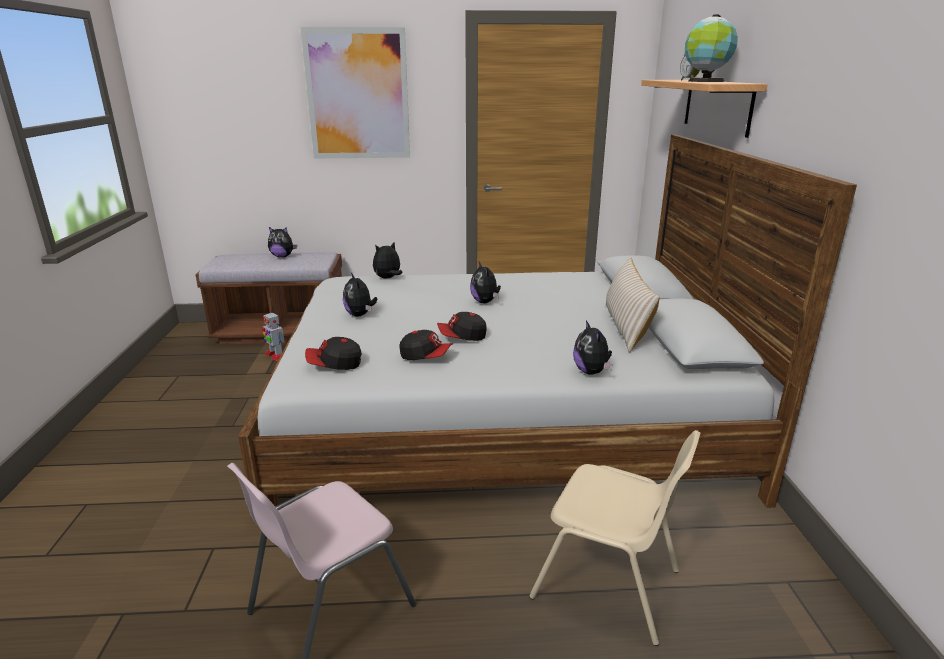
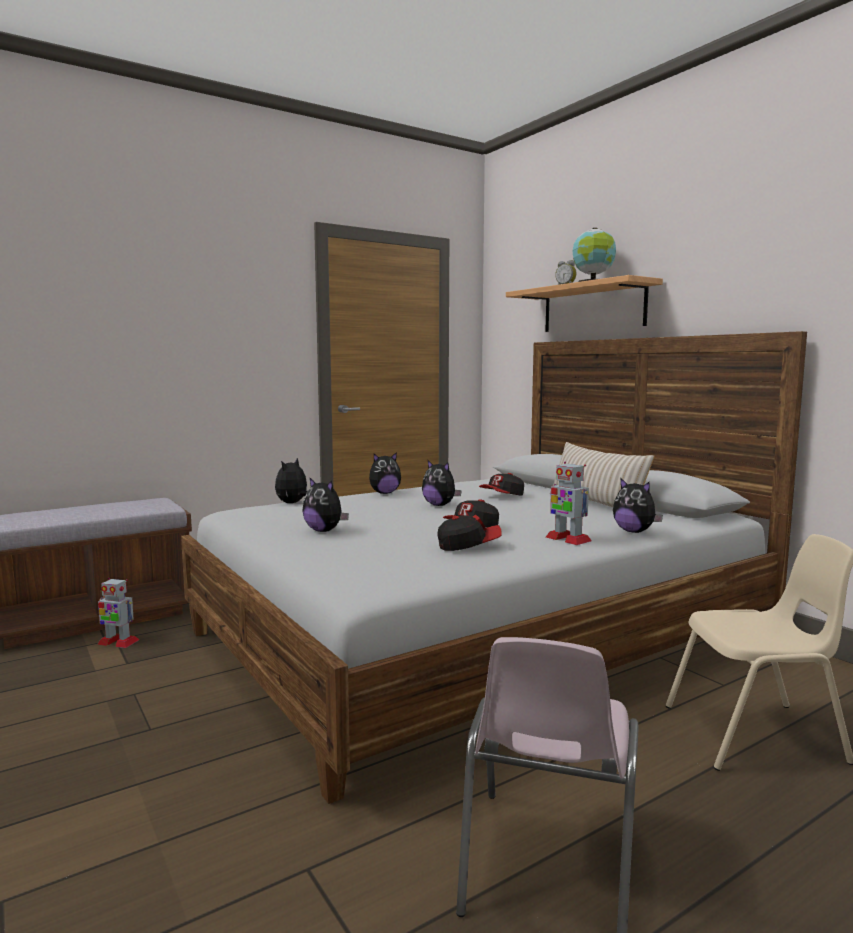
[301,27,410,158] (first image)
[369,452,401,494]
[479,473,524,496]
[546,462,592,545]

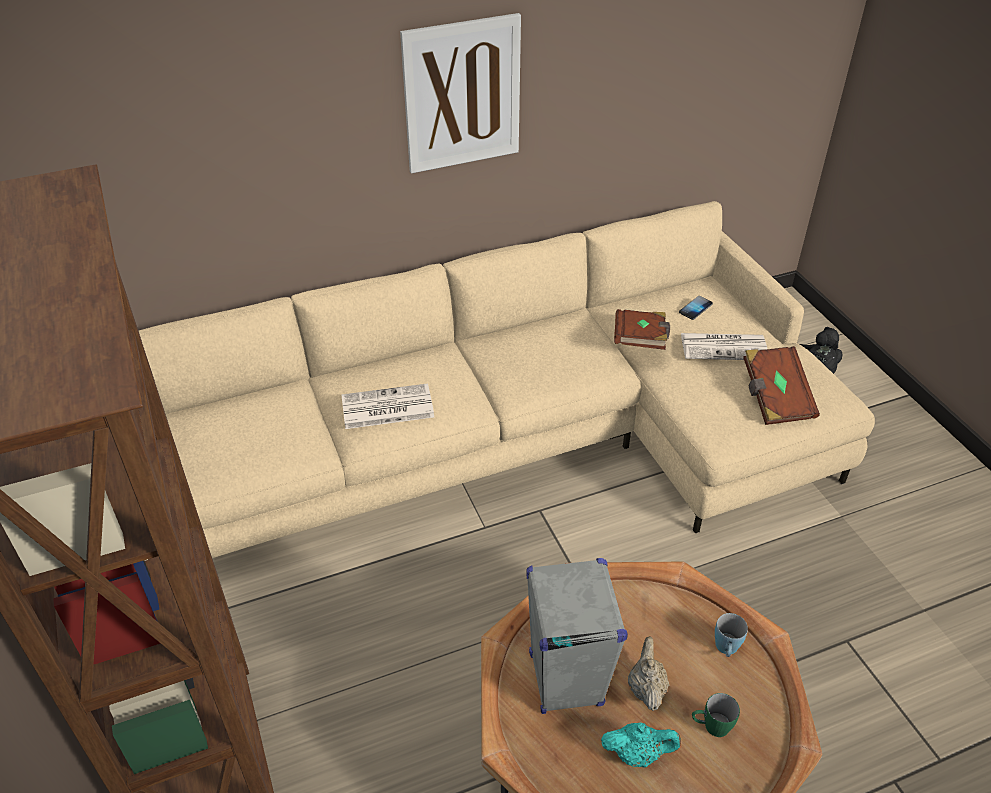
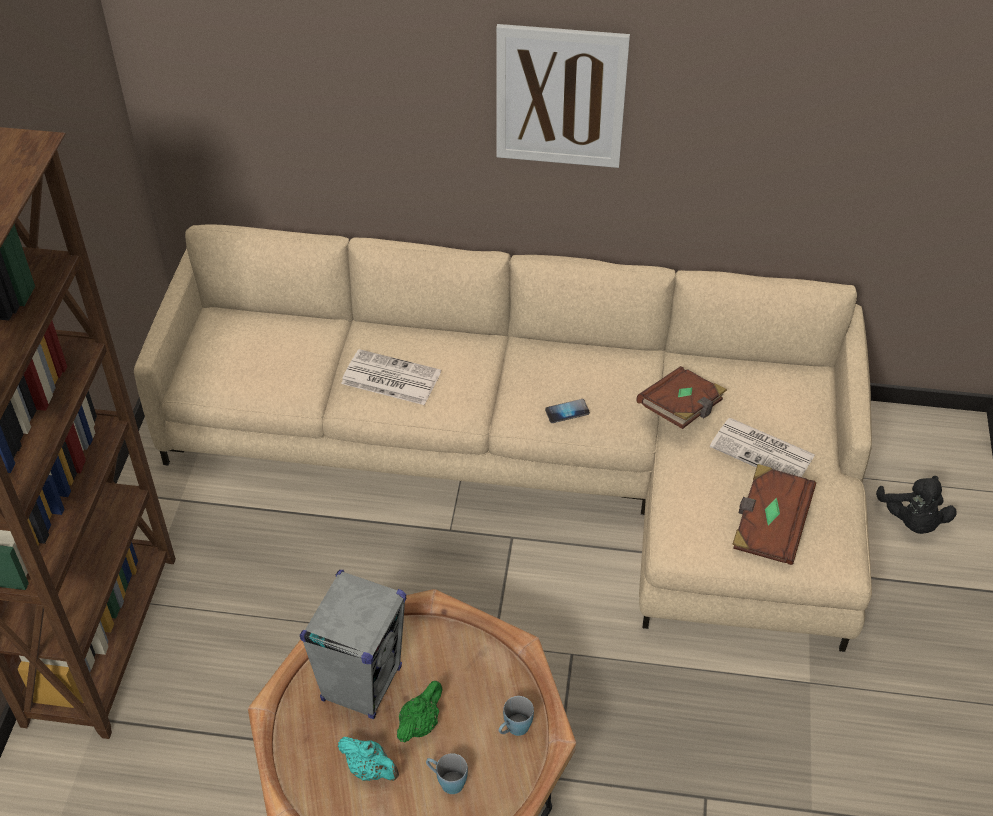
[545,399,590,423]
[397,681,442,742]
[426,753,468,794]

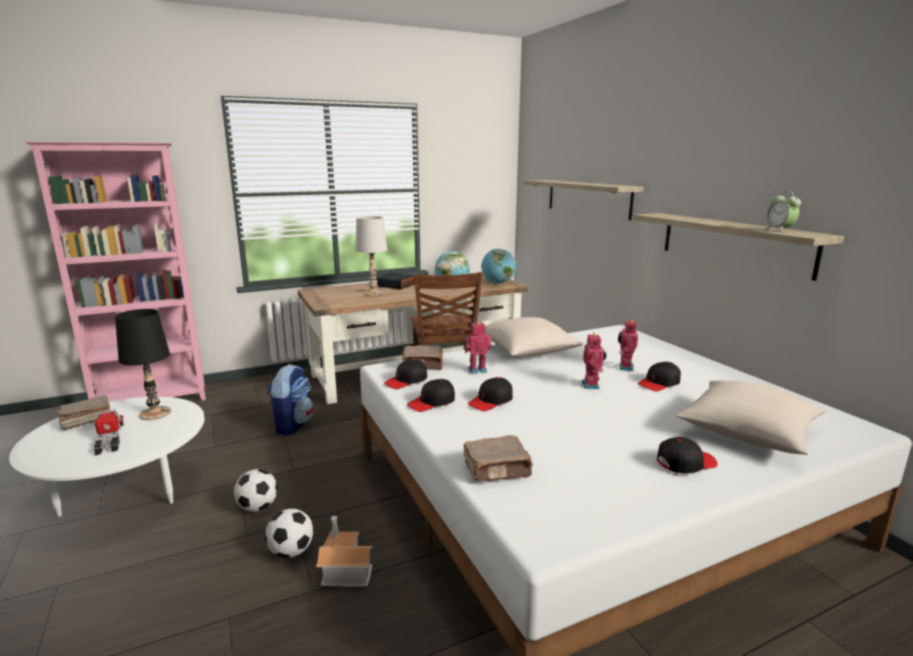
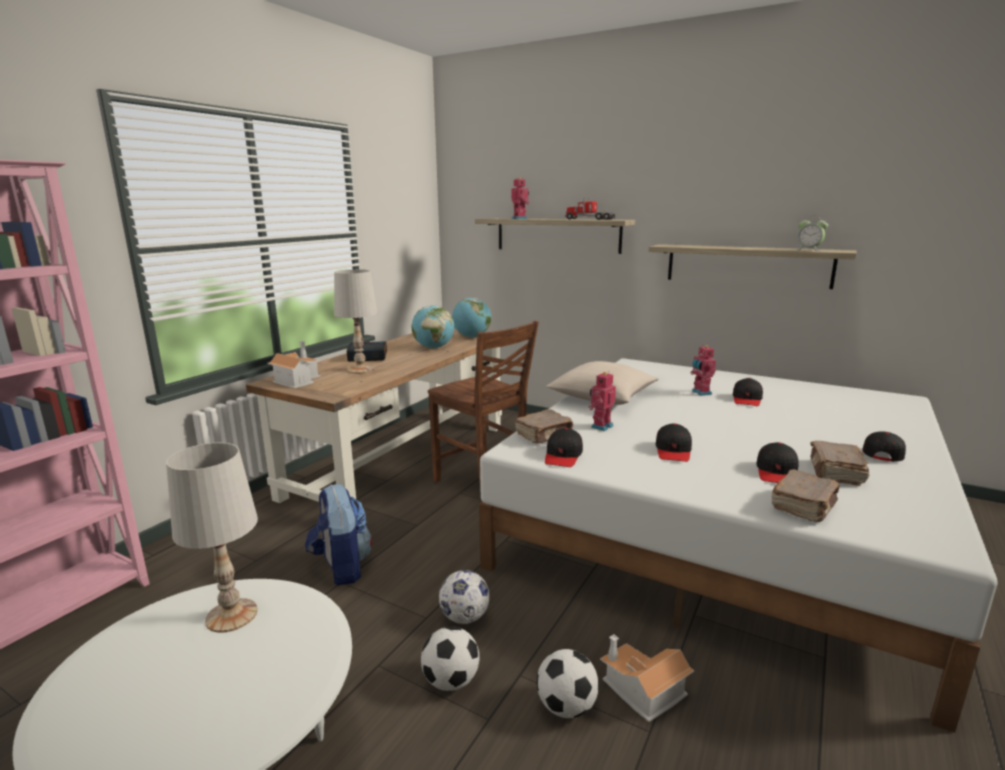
[166,443,258,633]
[511,177,530,219]
[756,442,799,483]
[676,380,826,455] (first image)
[810,441,870,486]
[565,198,615,220]
[267,341,321,388]
[439,570,489,624]

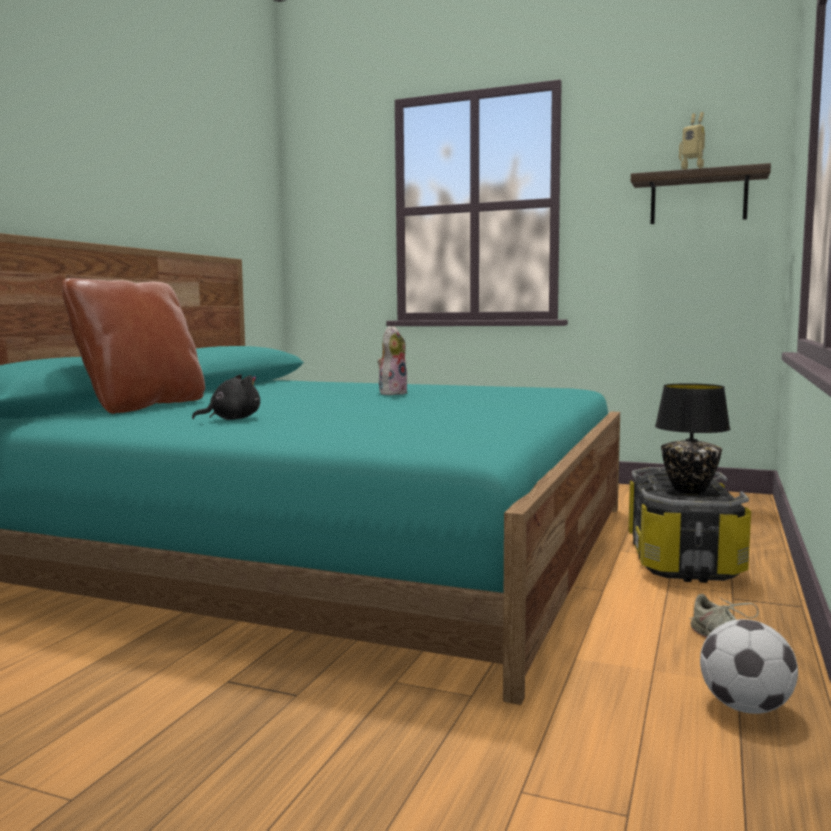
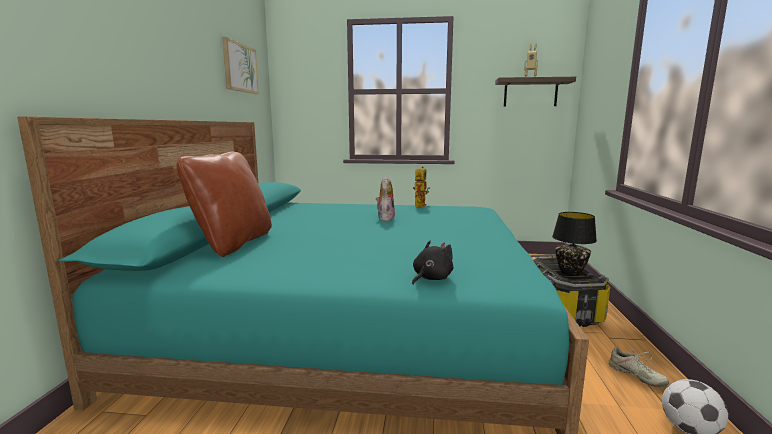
[412,241,454,285]
[222,37,259,94]
[413,166,430,207]

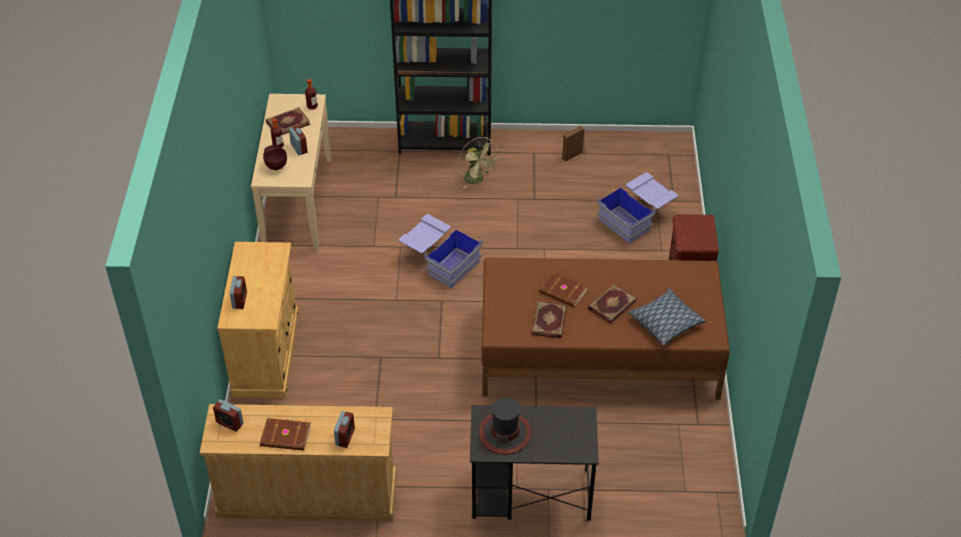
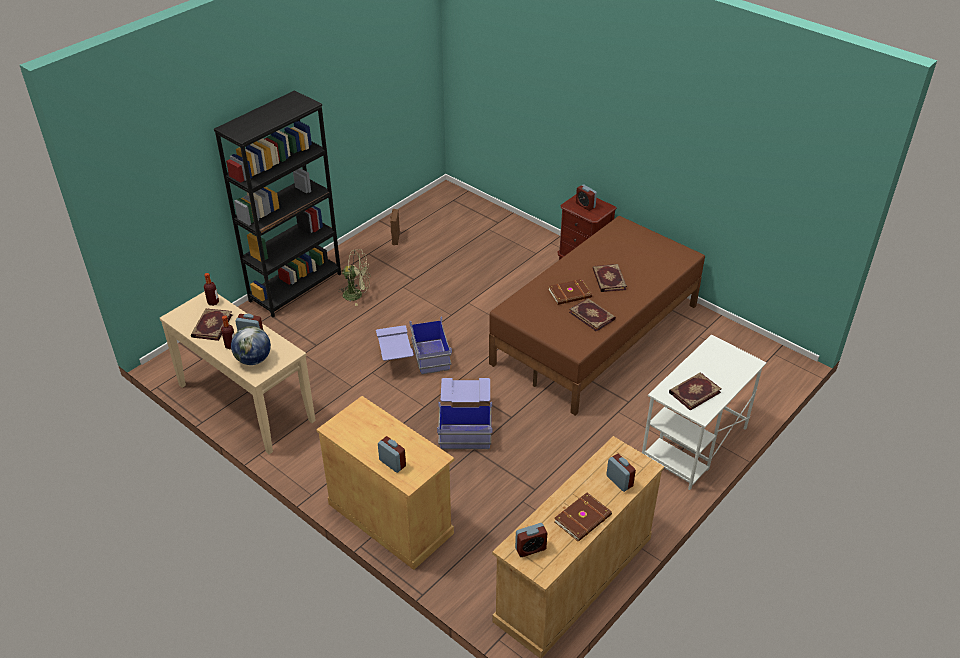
[231,326,271,365]
[437,378,492,449]
[628,288,706,346] (first image)
[669,372,722,411]
[642,335,767,490]
[576,184,597,211]

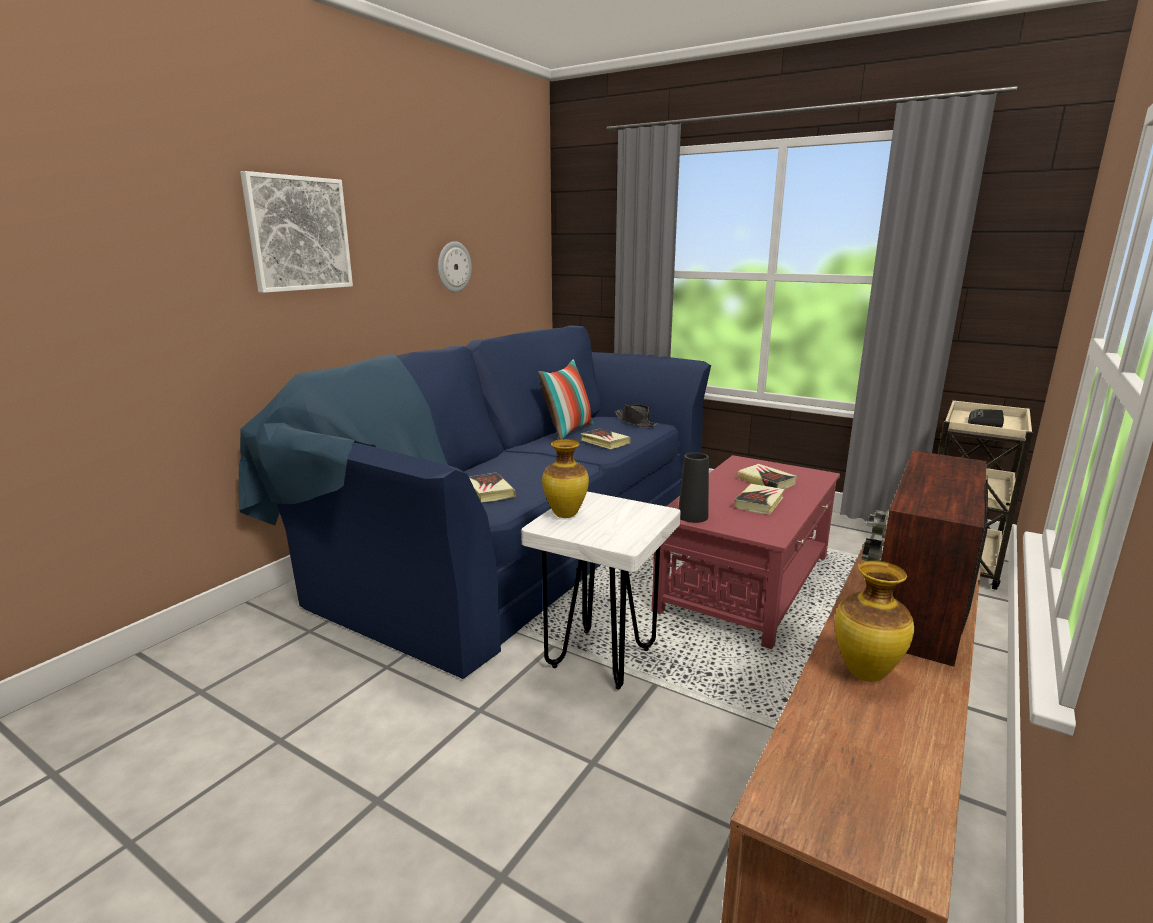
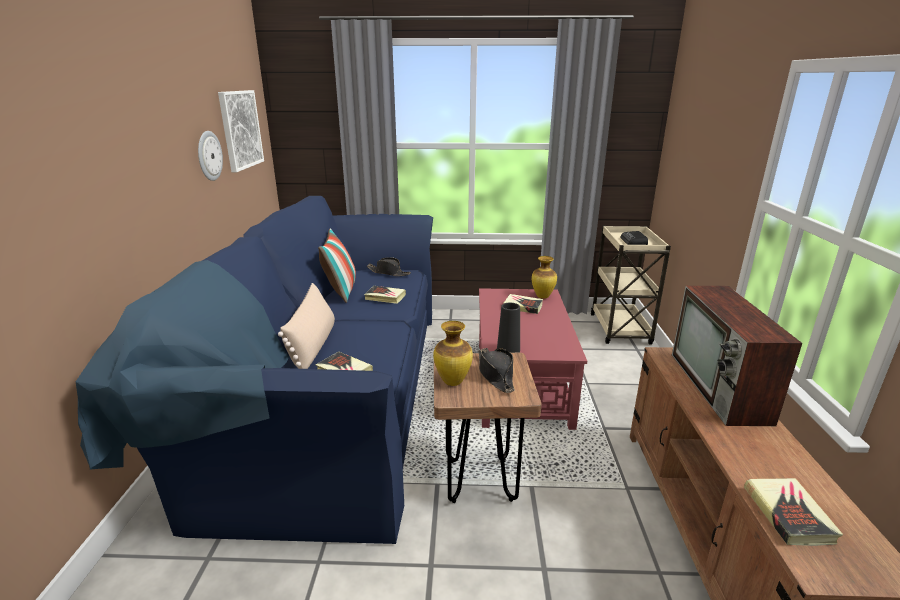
[218,90,264,172]
[744,478,843,546]
[434,353,542,503]
[531,256,557,299]
[278,283,335,369]
[478,348,515,393]

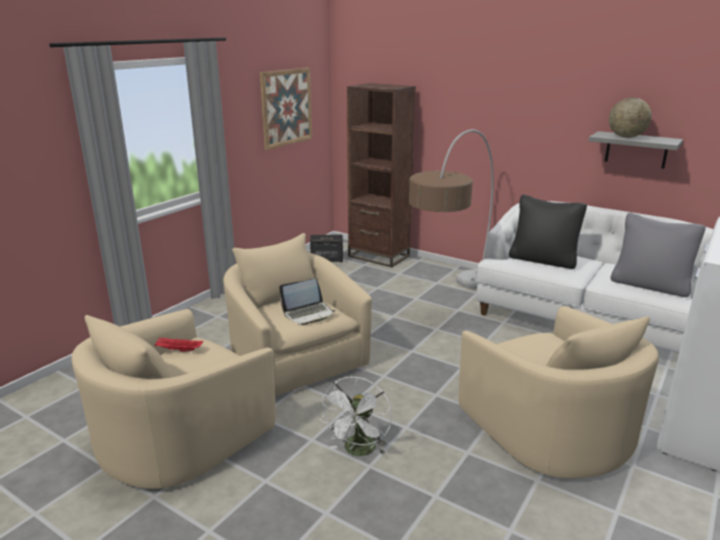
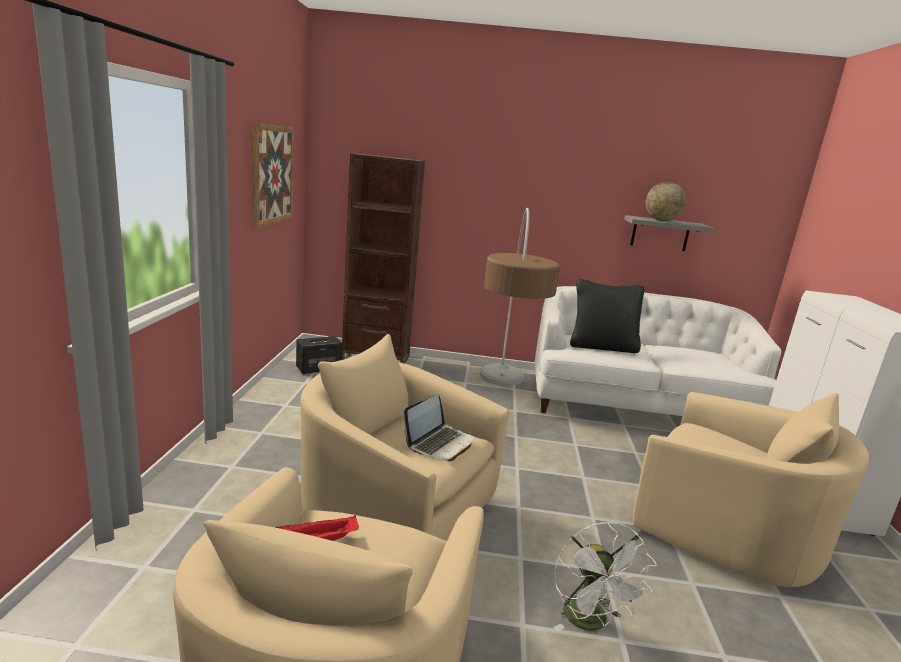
[611,213,706,297] (first image)

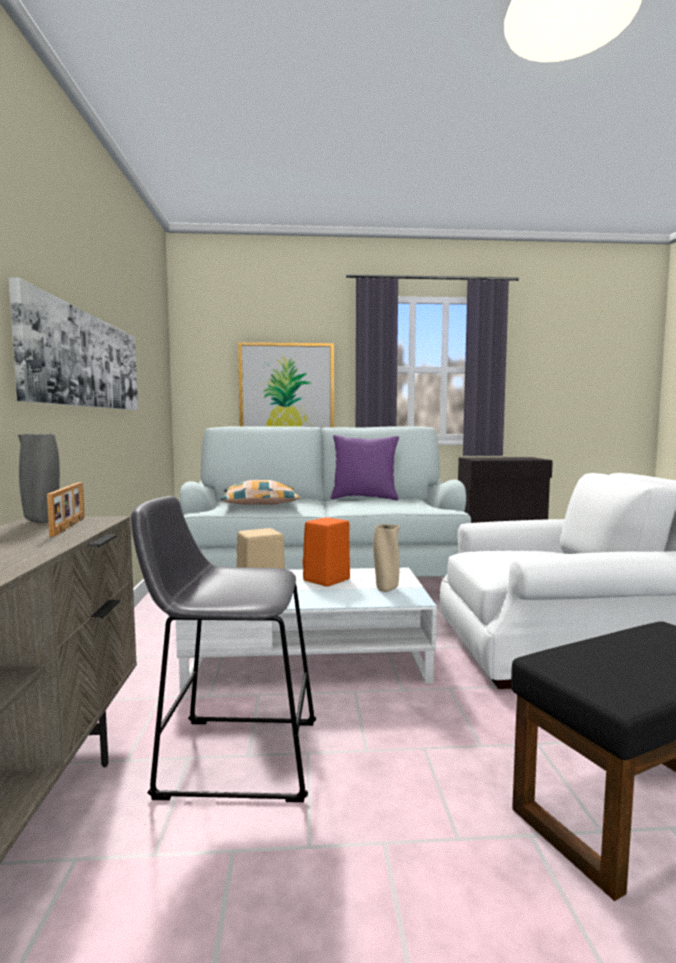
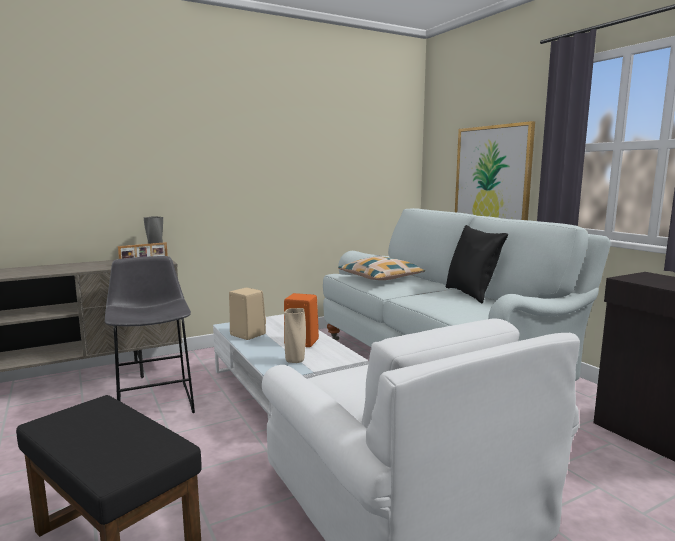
[9,277,138,410] (first image)
[446,225,508,303]

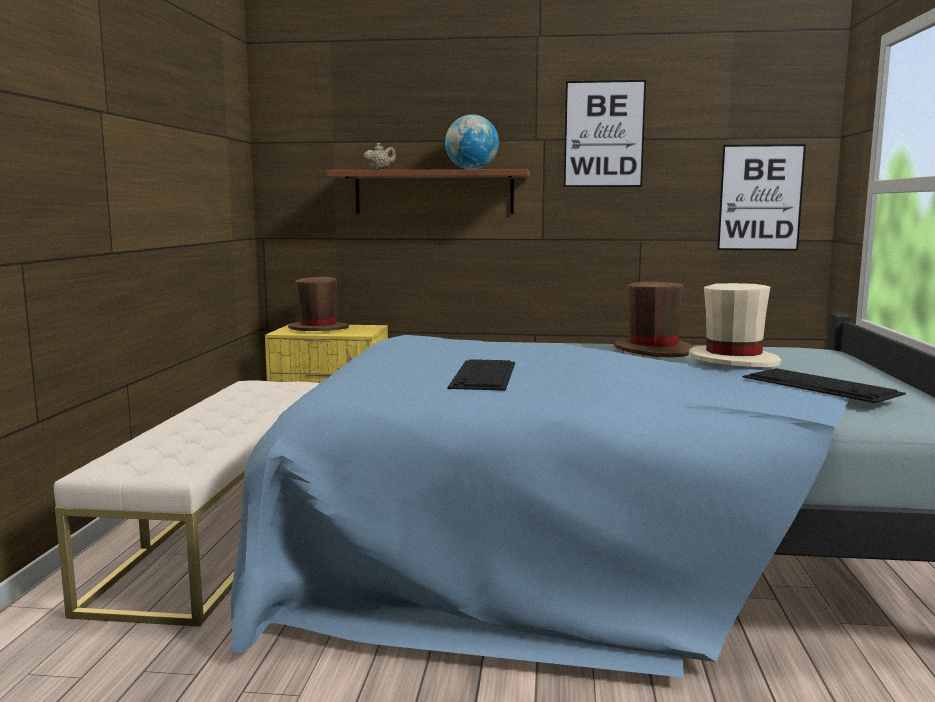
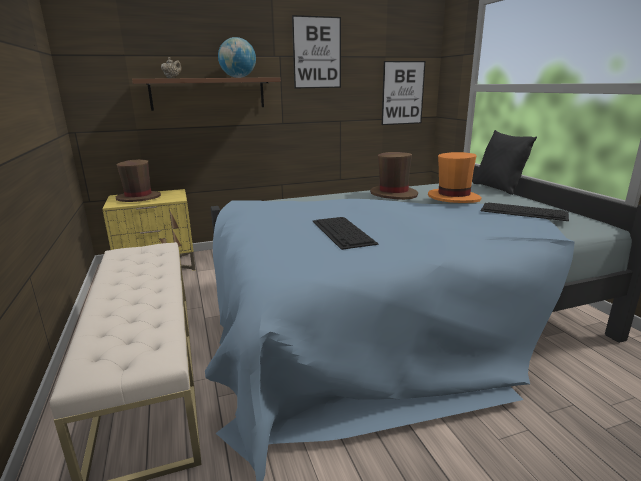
[428,152,481,203]
[473,130,537,195]

